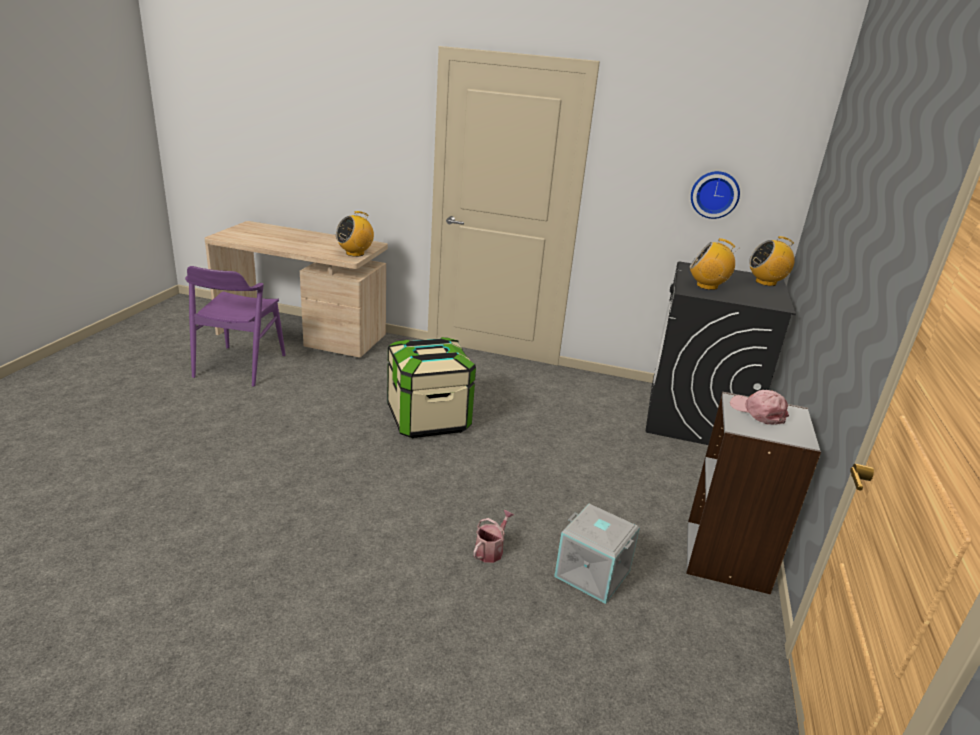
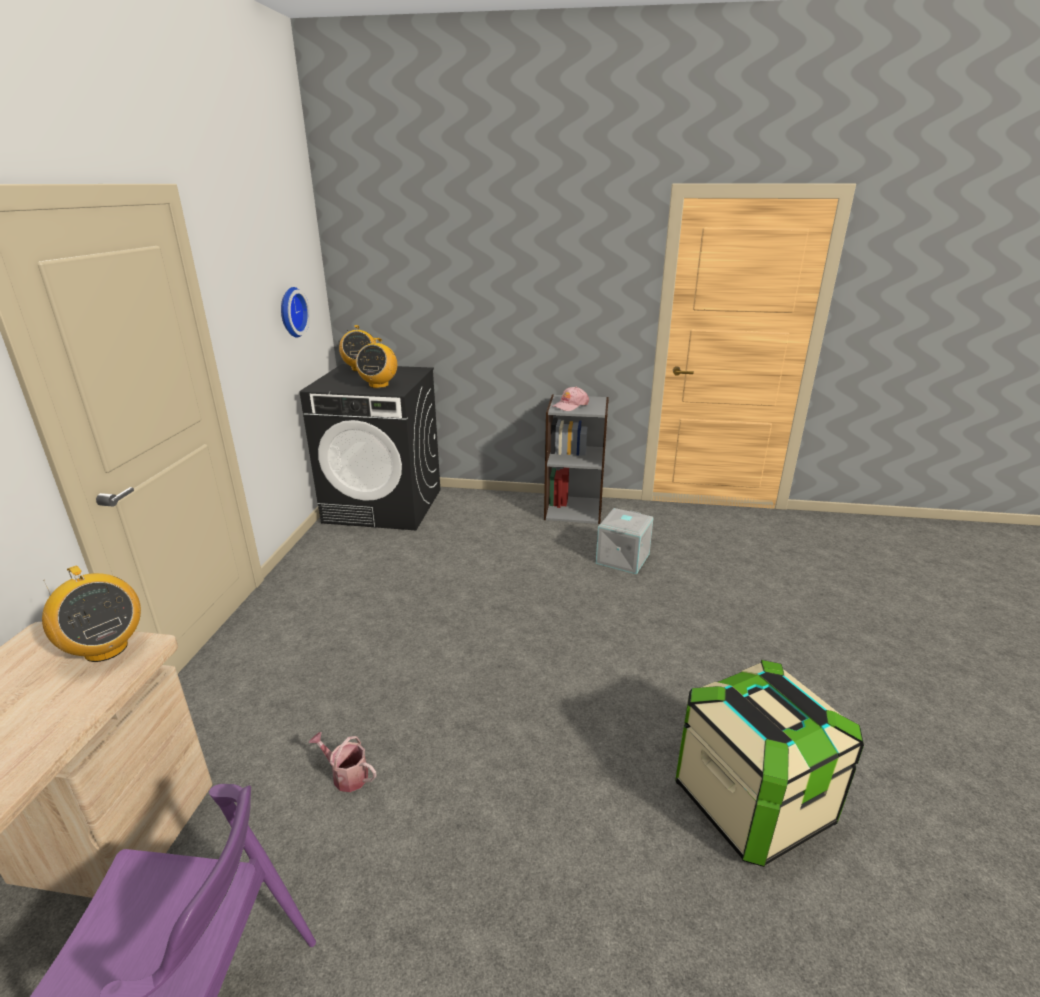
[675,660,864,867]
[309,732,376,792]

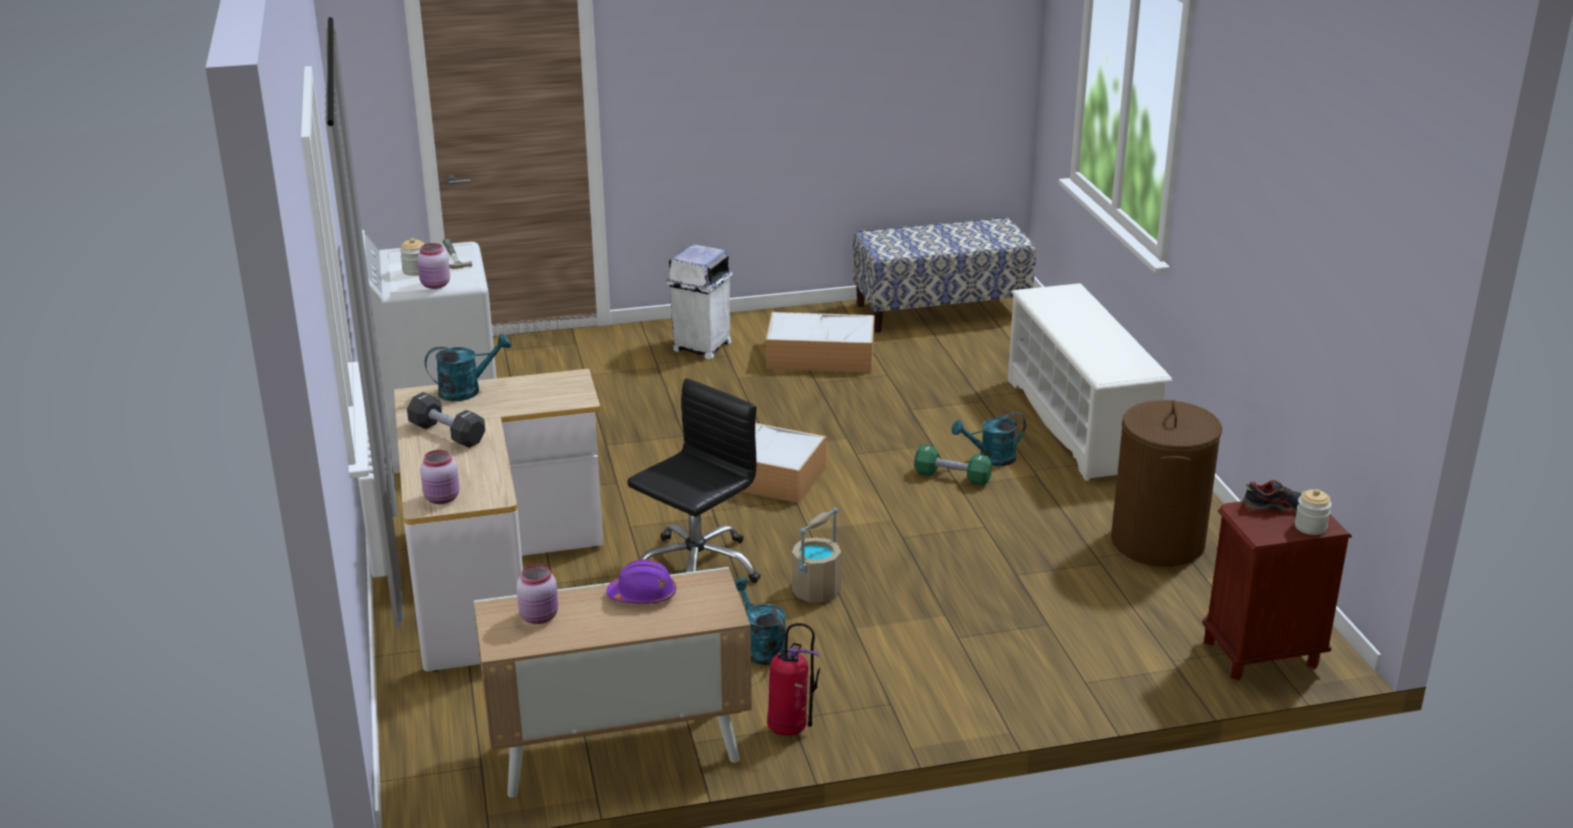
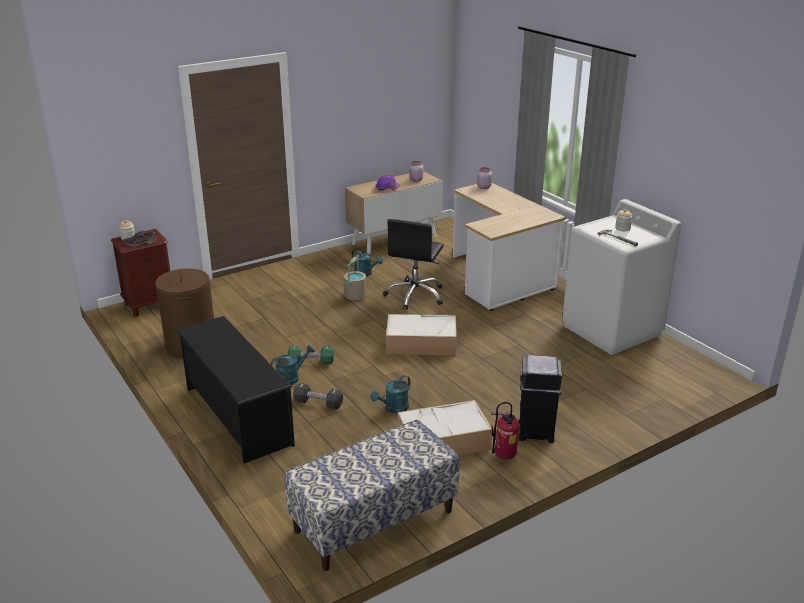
[417,243,450,289] (first image)
[519,355,562,443]
[176,316,295,463]
[371,375,410,413]
[293,383,343,409]
[491,402,519,460]

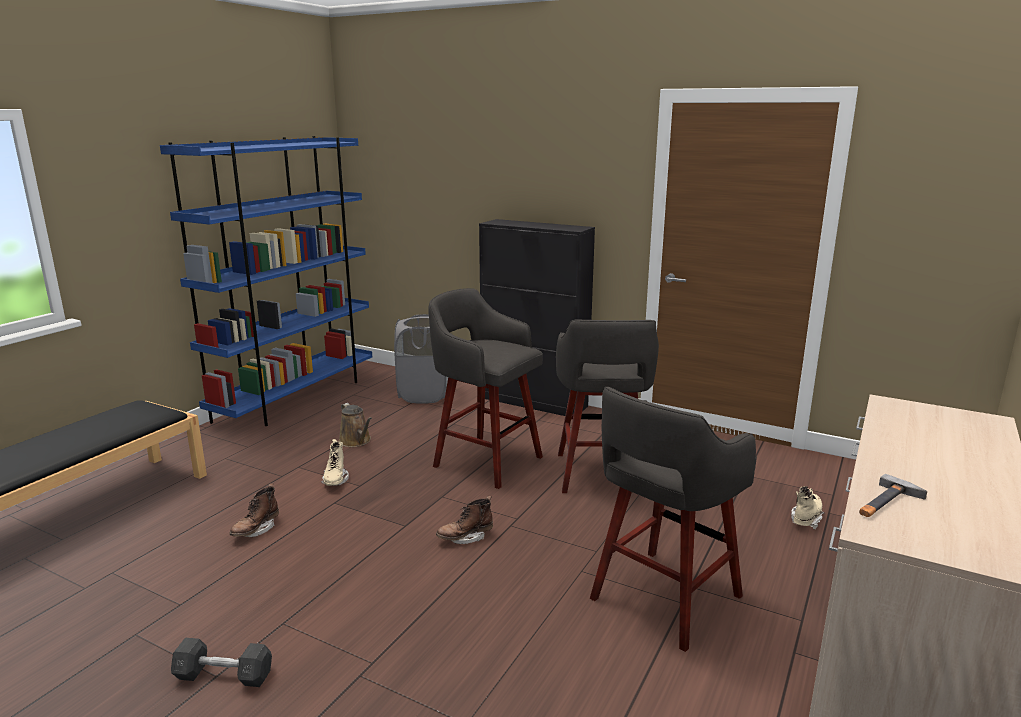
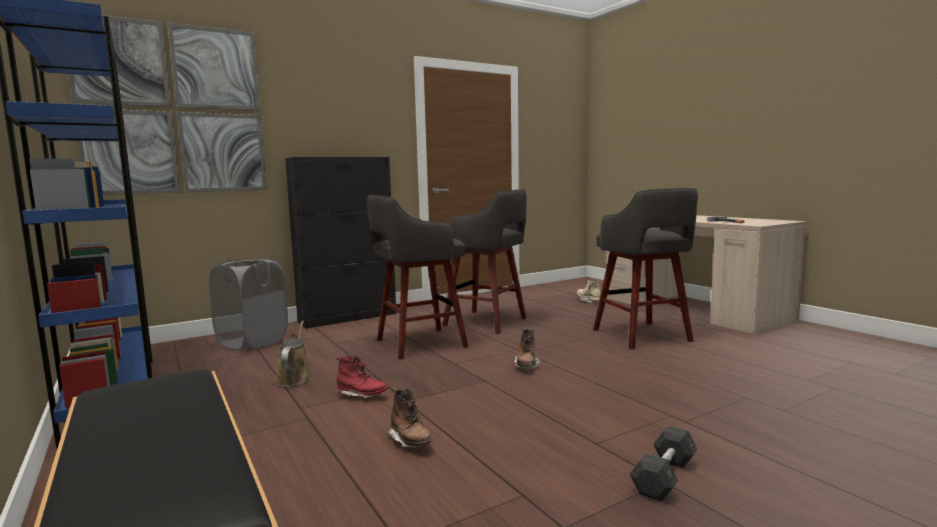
[274,321,313,387]
[336,356,389,398]
[68,15,267,195]

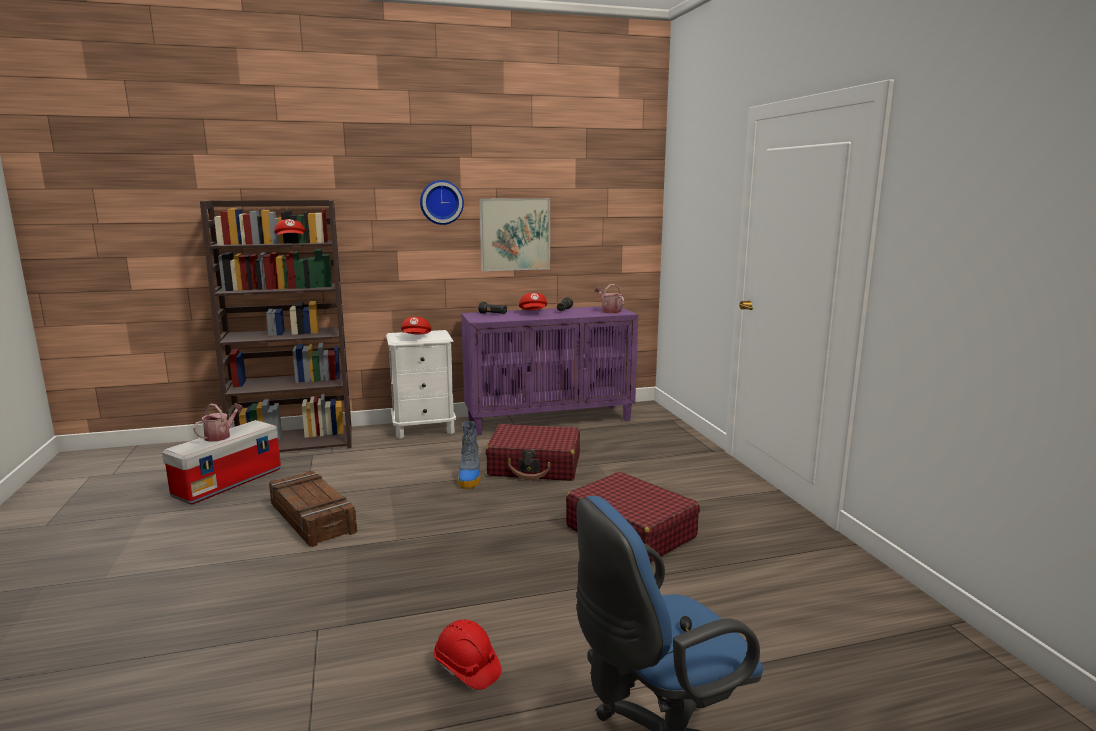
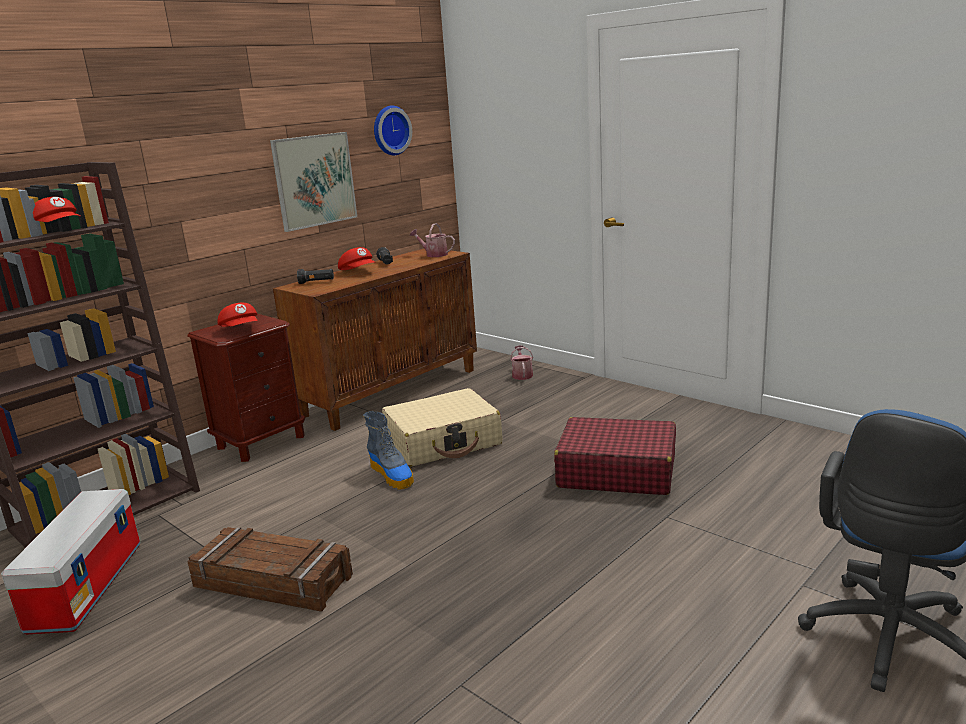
[374,105,412,156]
[273,249,477,431]
[187,314,305,462]
[510,345,533,380]
[382,388,502,467]
[434,619,502,690] (first image)

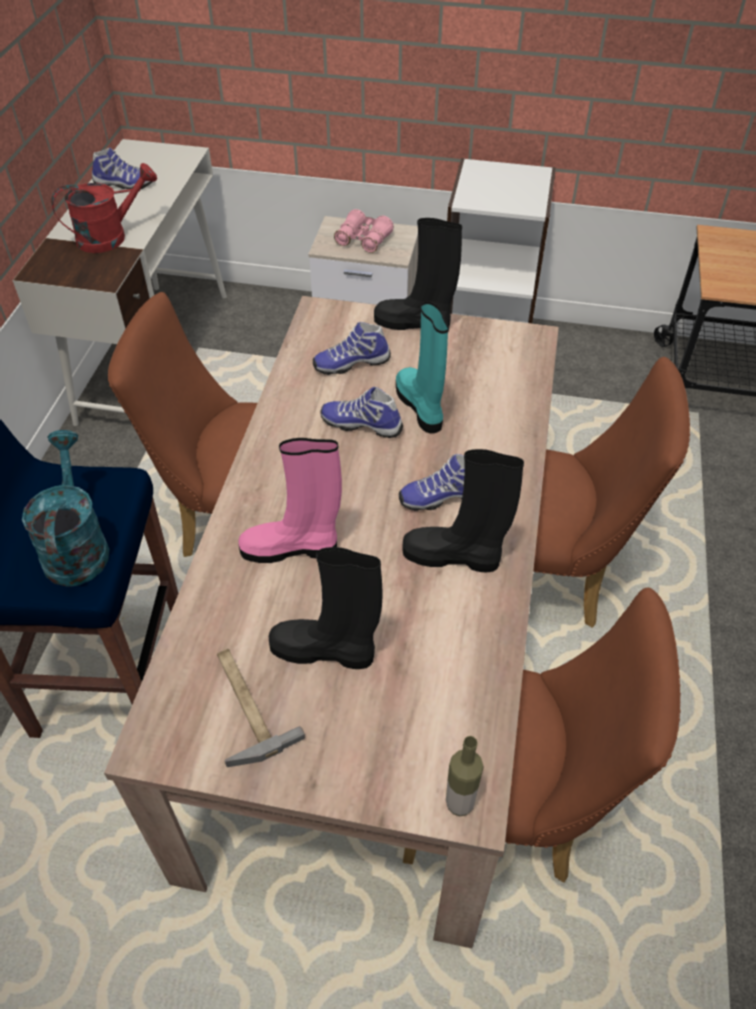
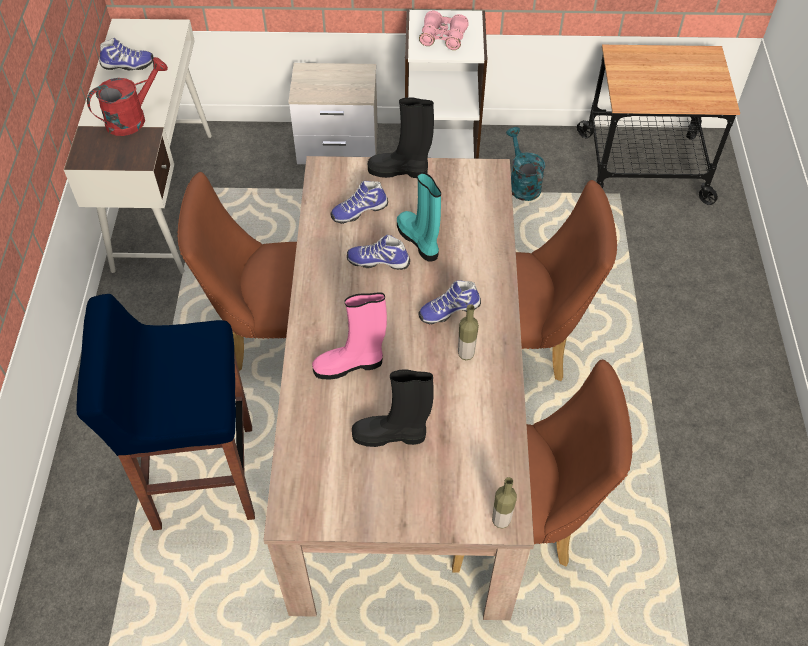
[419,11,469,50]
[506,127,545,201]
[458,304,479,360]
[217,649,305,767] (first image)

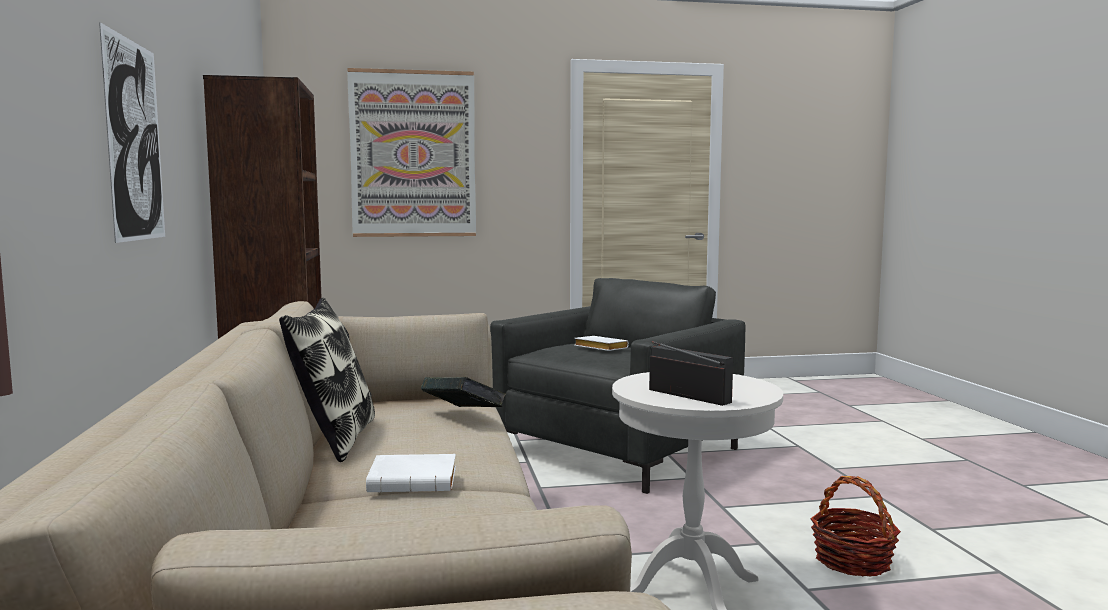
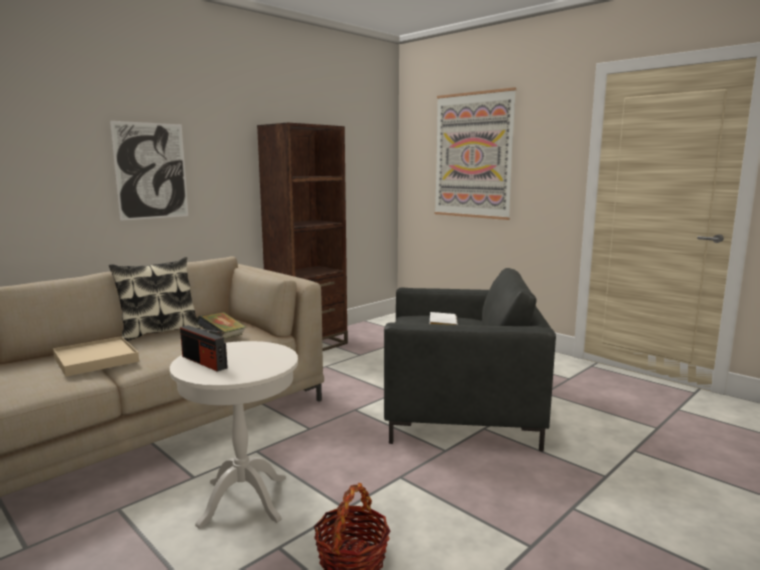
[180,325,228,372]
[53,336,139,377]

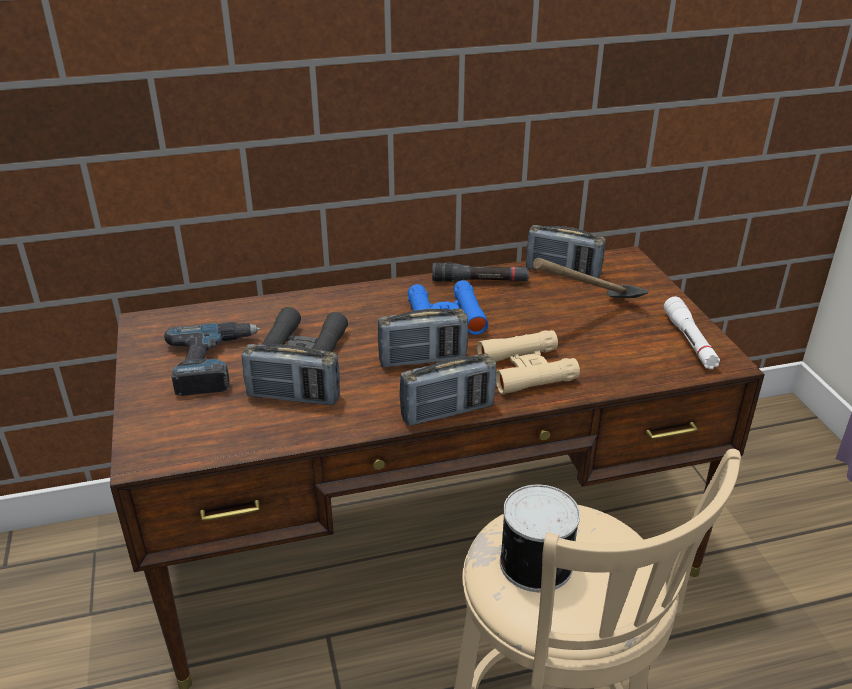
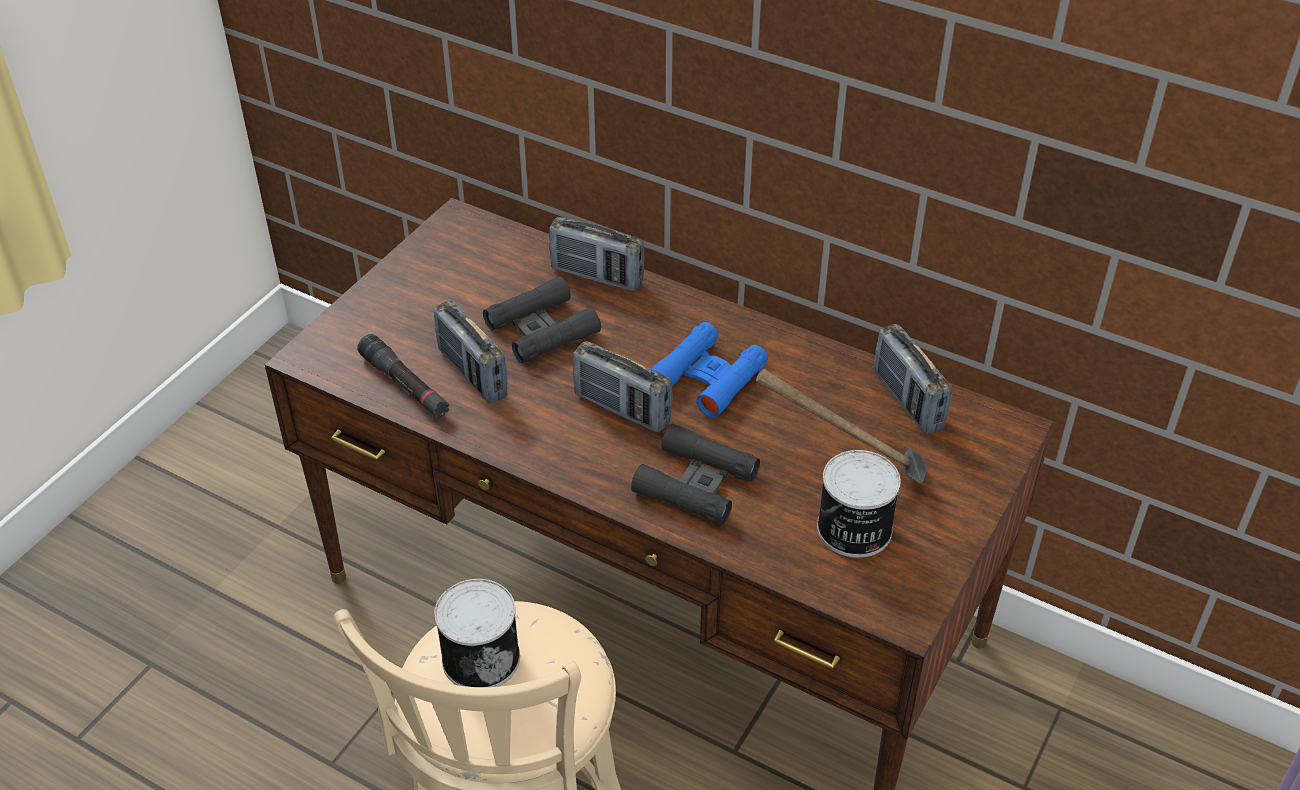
[357,334,450,418]
[664,296,720,369] (first image)
[164,322,261,396] (first image)
[631,424,760,525]
[549,217,645,291]
[817,450,901,558]

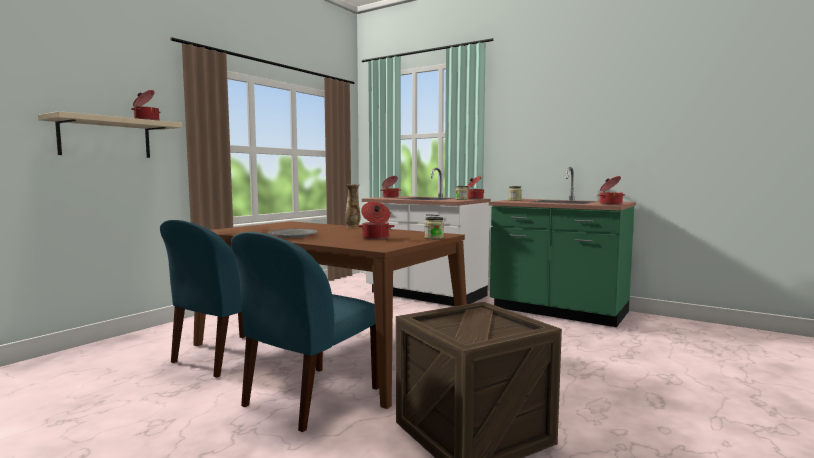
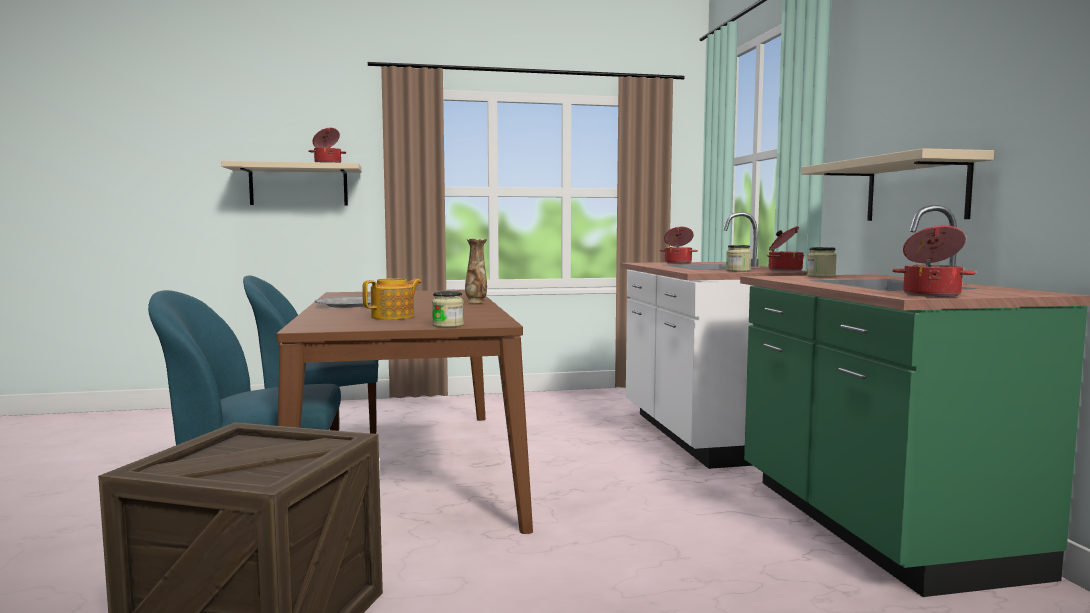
[362,278,421,320]
[801,148,994,221]

